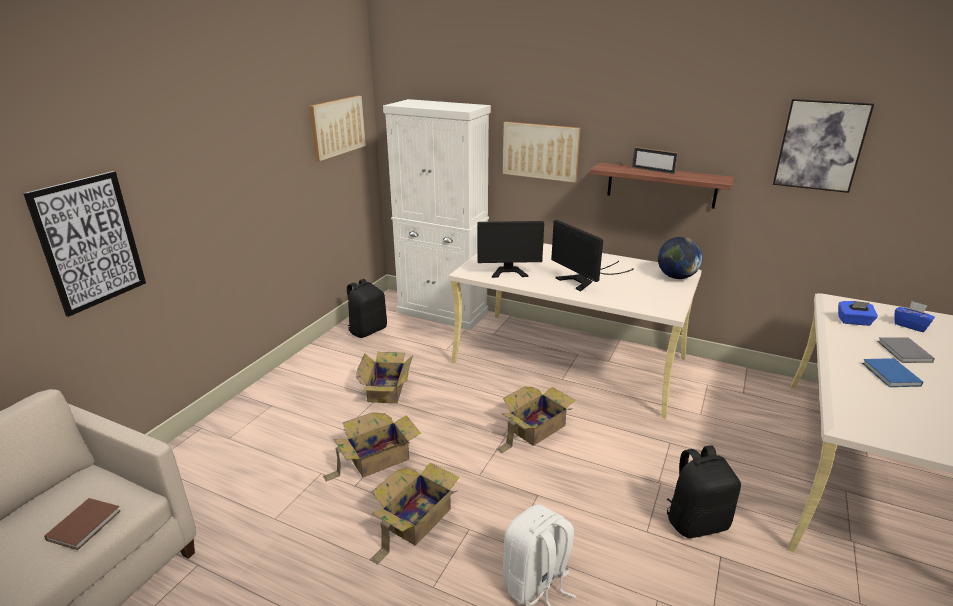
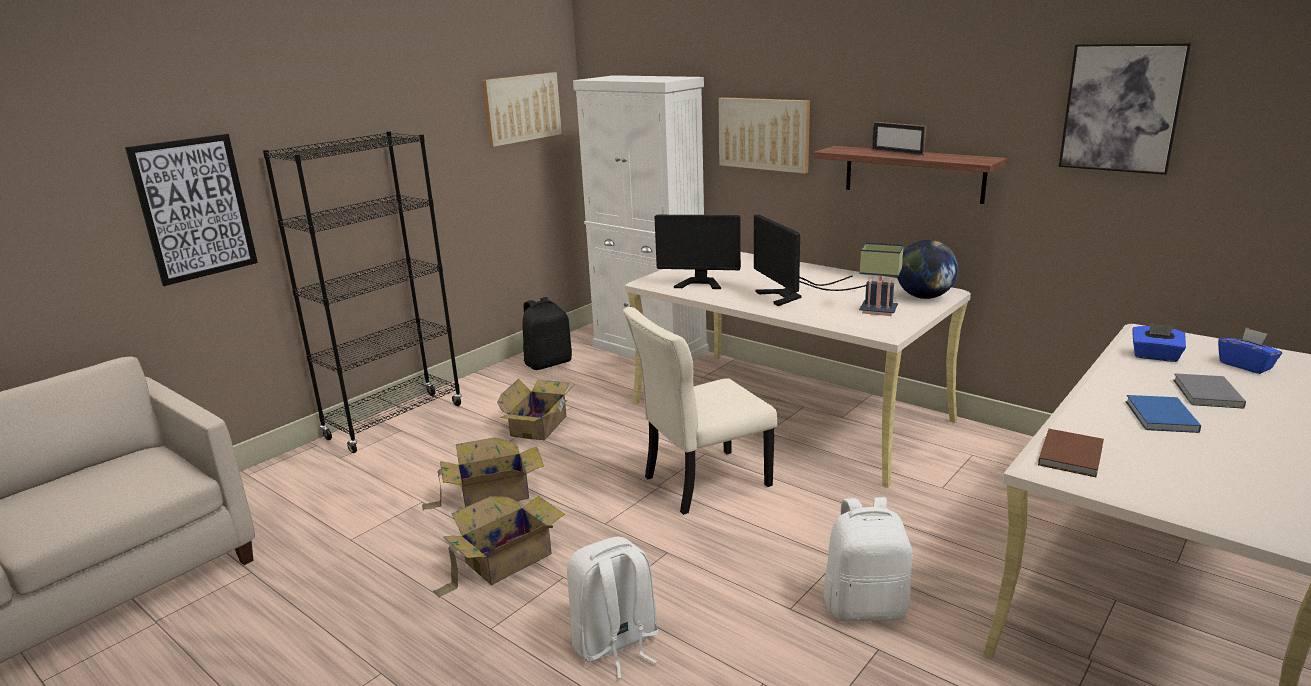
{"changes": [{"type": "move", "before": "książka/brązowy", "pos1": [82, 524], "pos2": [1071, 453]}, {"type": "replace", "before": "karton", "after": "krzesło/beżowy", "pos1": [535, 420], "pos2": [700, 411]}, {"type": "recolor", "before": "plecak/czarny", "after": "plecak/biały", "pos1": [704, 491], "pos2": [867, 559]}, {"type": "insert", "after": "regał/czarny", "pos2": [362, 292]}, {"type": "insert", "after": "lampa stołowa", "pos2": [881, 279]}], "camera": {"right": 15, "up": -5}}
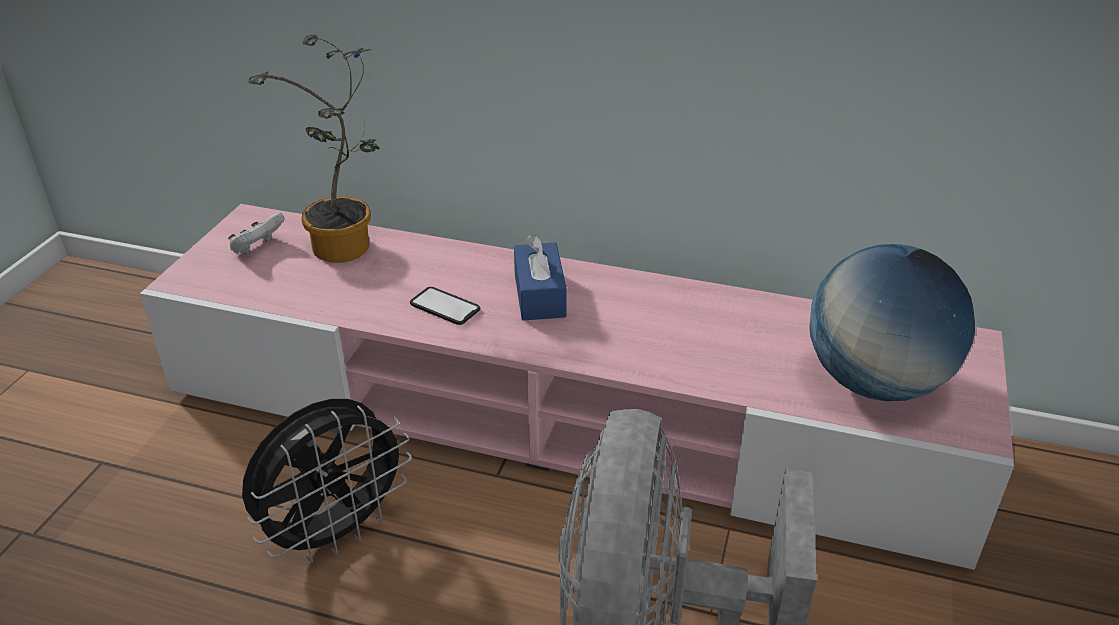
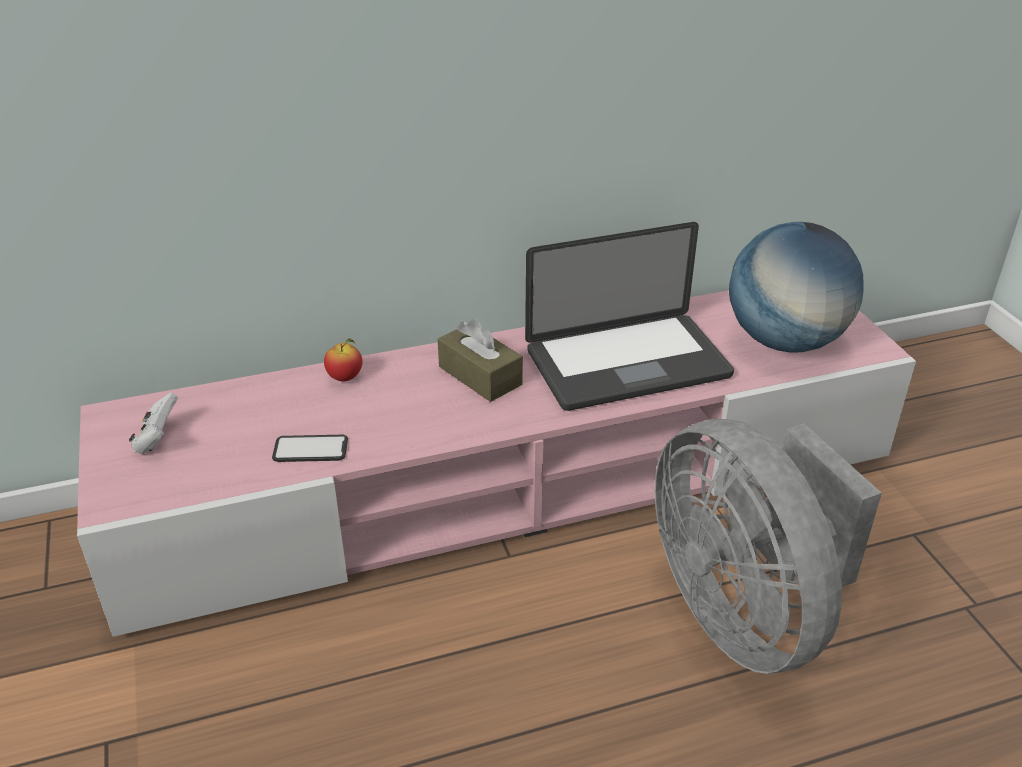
{"changes": [{"type": "delete", "before": "wentylator/czarny", "pos1": [327, 480]}, {"type": "delete", "before": "roślina doniczkowa", "pos1": [314, 149]}, {"type": "move", "before": "telefon", "pos1": [445, 306], "pos2": [310, 448]}, {"type": "recolor", "before": "pudełko chusteczek/niebieski", "after": "pudełko chusteczek/brązowy", "pos1": [540, 278], "pos2": [480, 360]}, {"type": "insert", "after": "jabłko", "pos2": [343, 360]}, {"type": "insert", "after": "laptop", "pos2": [629, 316]}], "camera": {"right": -35, "up": 0}}
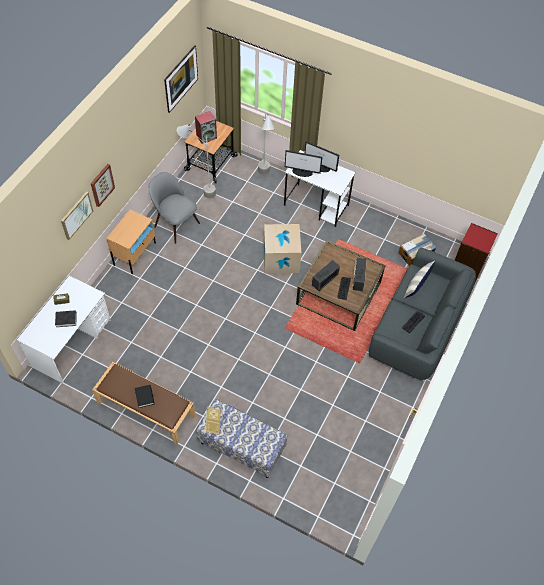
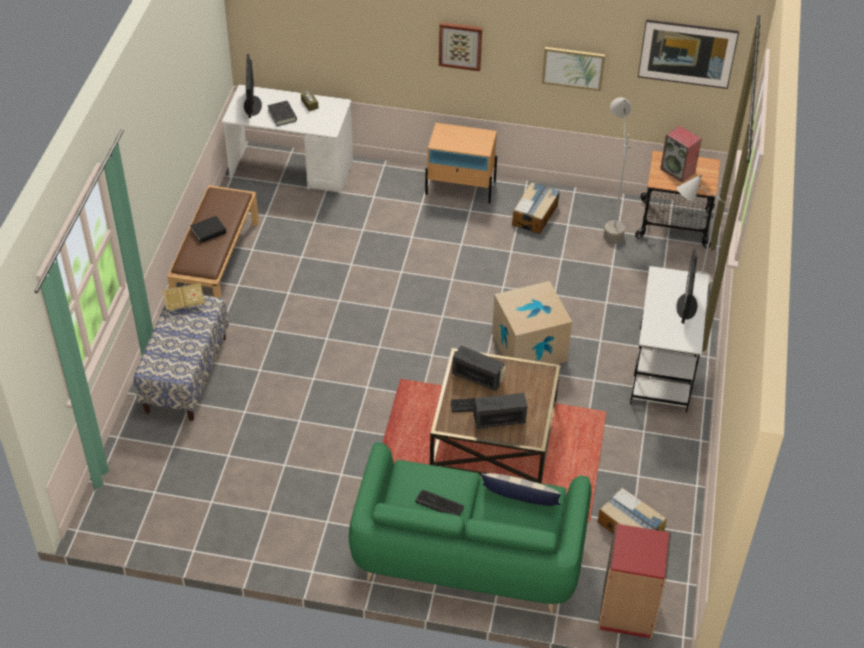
{"changes": [{"type": "move", "before": "obraz", "pos1": [77, 215], "pos2": [573, 69]}, {"type": "replace", "before": "krzesło/szary", "after": "karton", "pos1": [174, 208], "pos2": [536, 208]}, {"type": "move", "before": "monitor", "pos1": [303, 163], "pos2": [253, 86]}, {"type": "recolor", "before": "kanapa/szary", "after": "kanapa/zielony", "pos1": [422, 314], "pos2": [470, 527]}], "camera": {"right": 75, "up": -10}}
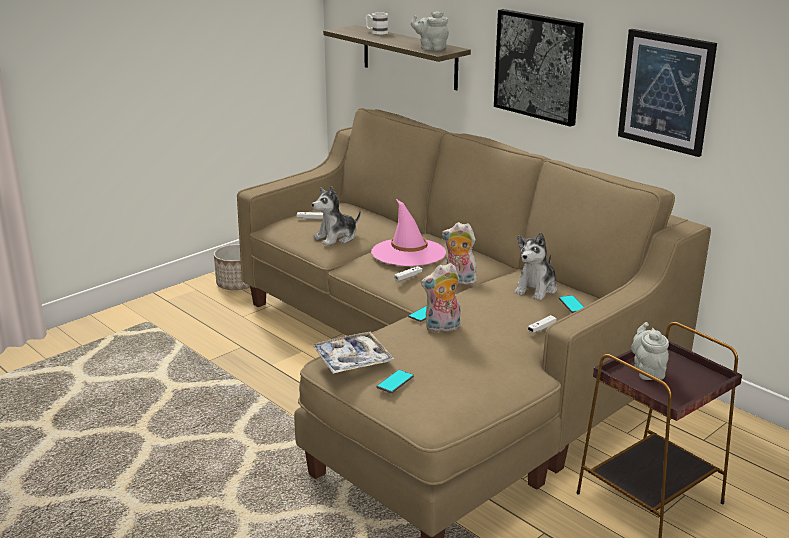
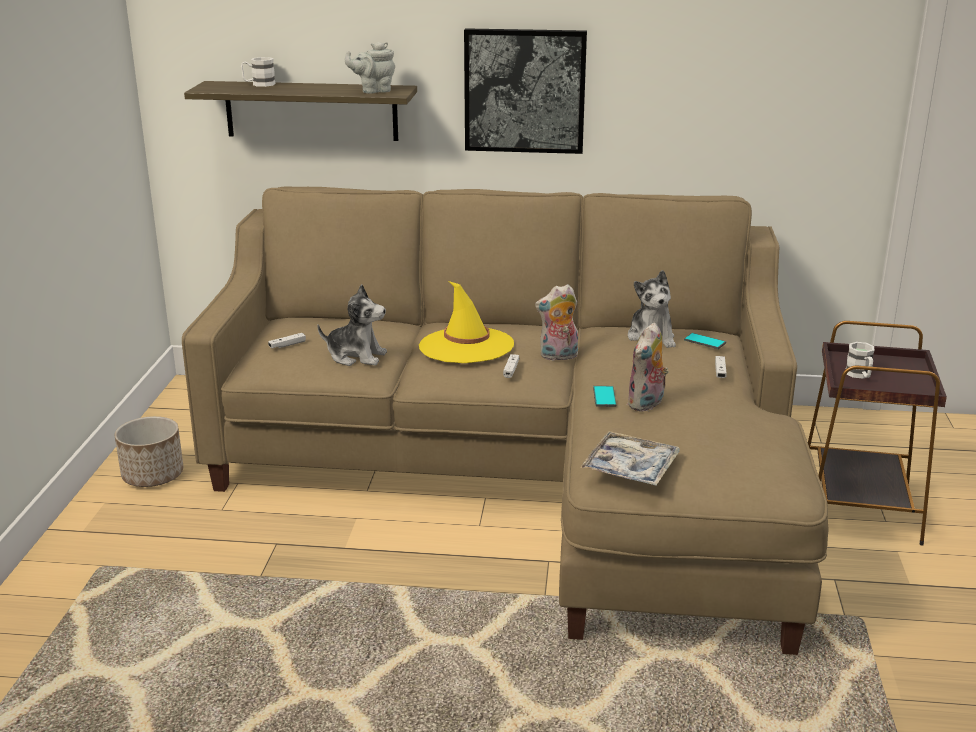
{"changes": [{"type": "rotate", "before": "pluszak", "pos1": [336, 216], "pos2": [352, 325], "turn": -90}, {"type": "recolor", "before": "kapelusz/różowy", "after": "kapelusz/żółty", "pos1": [408, 232], "pos2": [466, 322]}, {"type": "delete", "before": "telefon", "pos1": [395, 381]}, {"type": "delete", "before": "obraz", "pos1": [667, 93]}, {"type": "replace", "before": "imbryk/szary", "after": "kubek/biały", "pos1": [650, 351], "pos2": [860, 360]}], "camera": {"right": -40, "up": 0}}
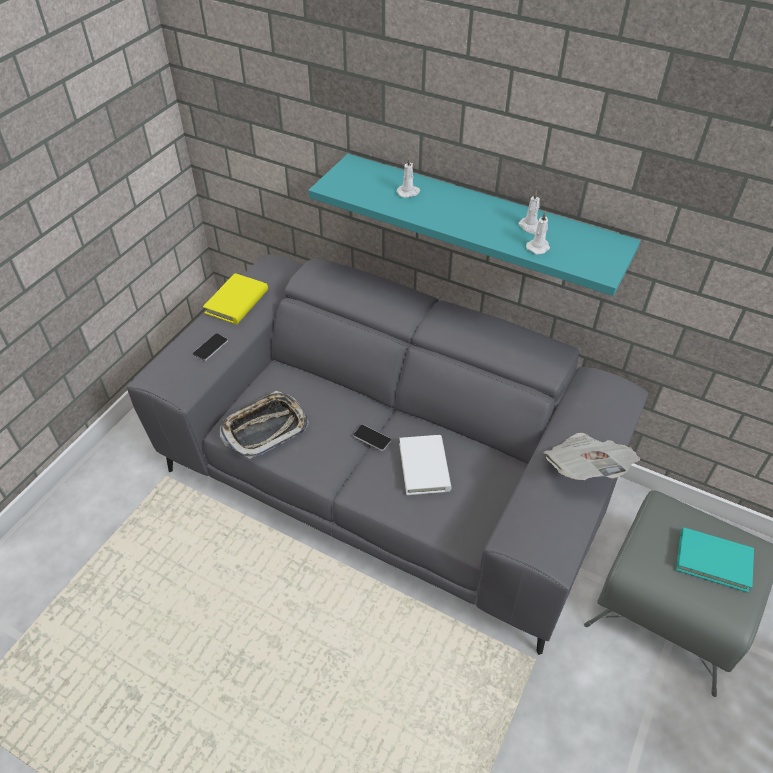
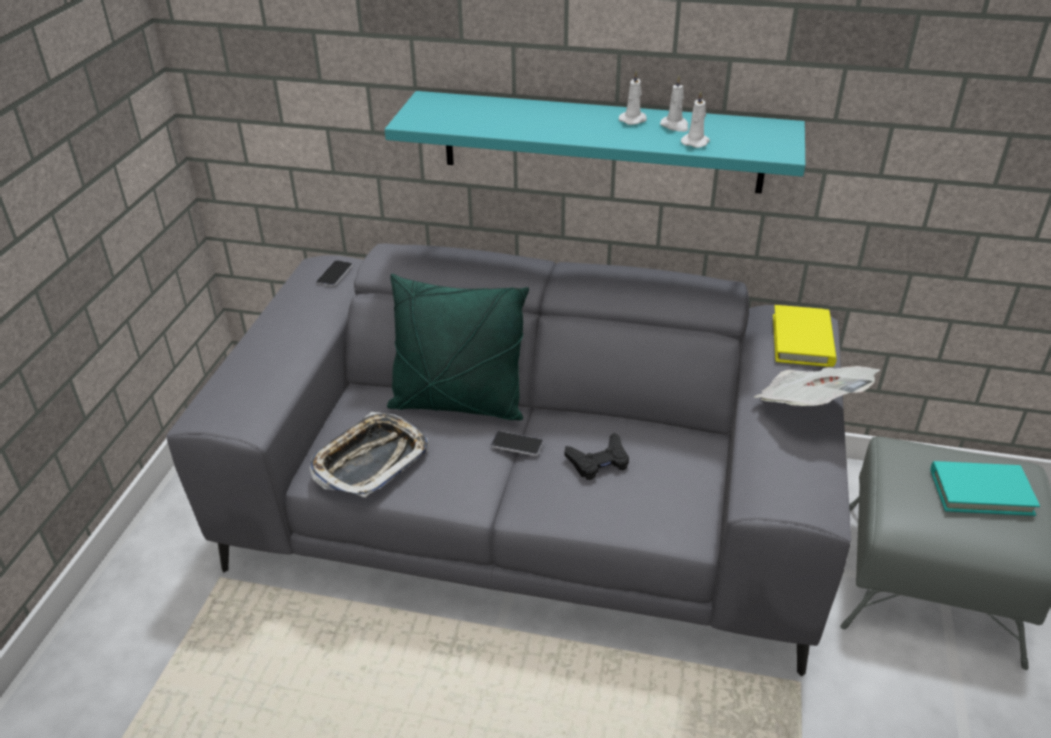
{"changes": [{"type": "move", "before": "telefon", "pos1": [210, 347], "pos2": [334, 273]}, {"type": "move", "before": "książka/żółty", "pos1": [235, 299], "pos2": [805, 336]}, {"type": "move", "before": "świeca/biały", "pos1": [408, 178], "pos2": [633, 98]}, {"type": "replace", "before": "książka/biały", "after": "pad do gier/czarny", "pos1": [425, 465], "pos2": [596, 456]}, {"type": "insert", "after": "poduszka/zielony", "pos2": [458, 347]}], "camera": {"right": -15, "up": -10}}
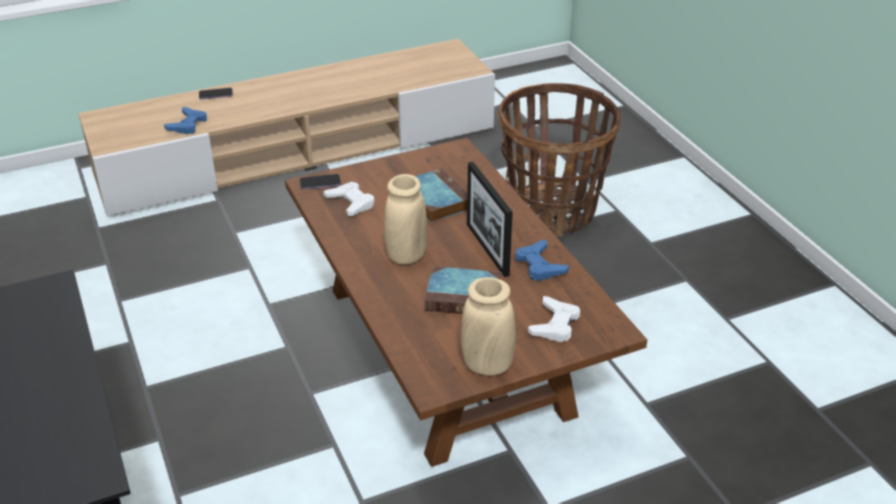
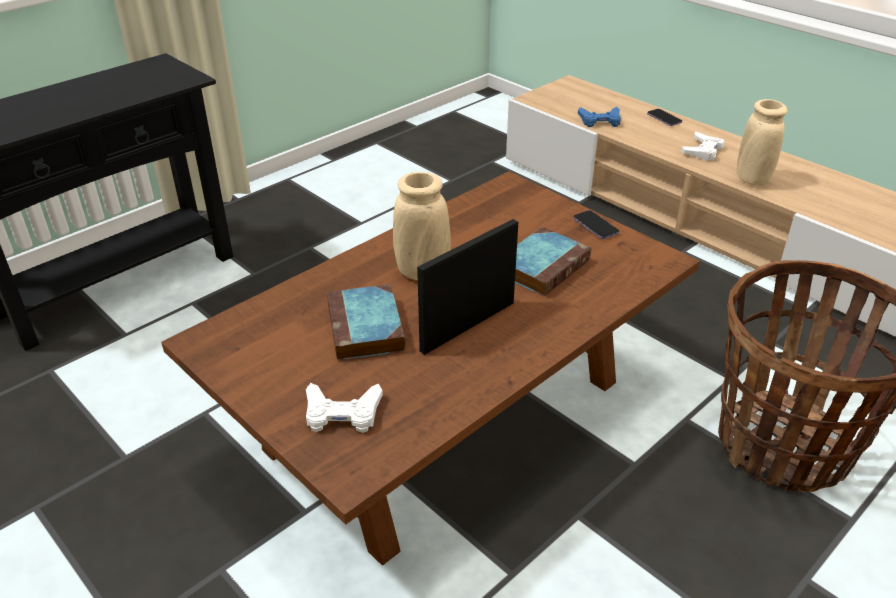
{"changes": [{"type": "move", "before": "telefon", "pos1": [320, 182], "pos2": [596, 224]}, {"type": "move", "before": "pad do gier/biały", "pos1": [348, 199], "pos2": [703, 146]}, {"type": "move", "before": "wazon/beżowy", "pos1": [488, 326], "pos2": [762, 142]}, {"type": "delete", "before": "pad do gier/niebieski", "pos1": [542, 260]}], "camera": {"right": 70, "up": 0}}
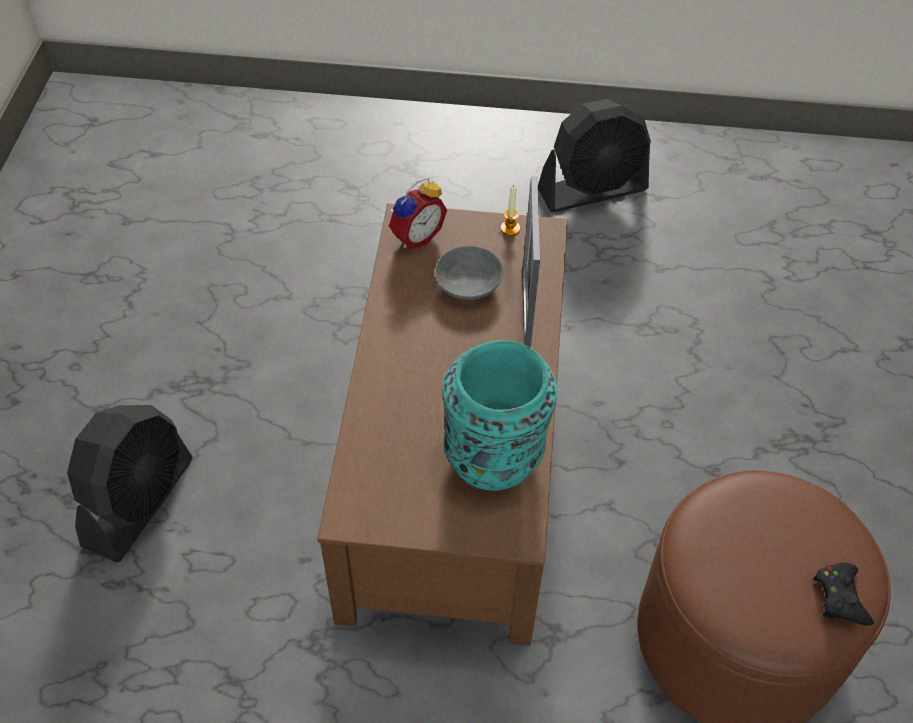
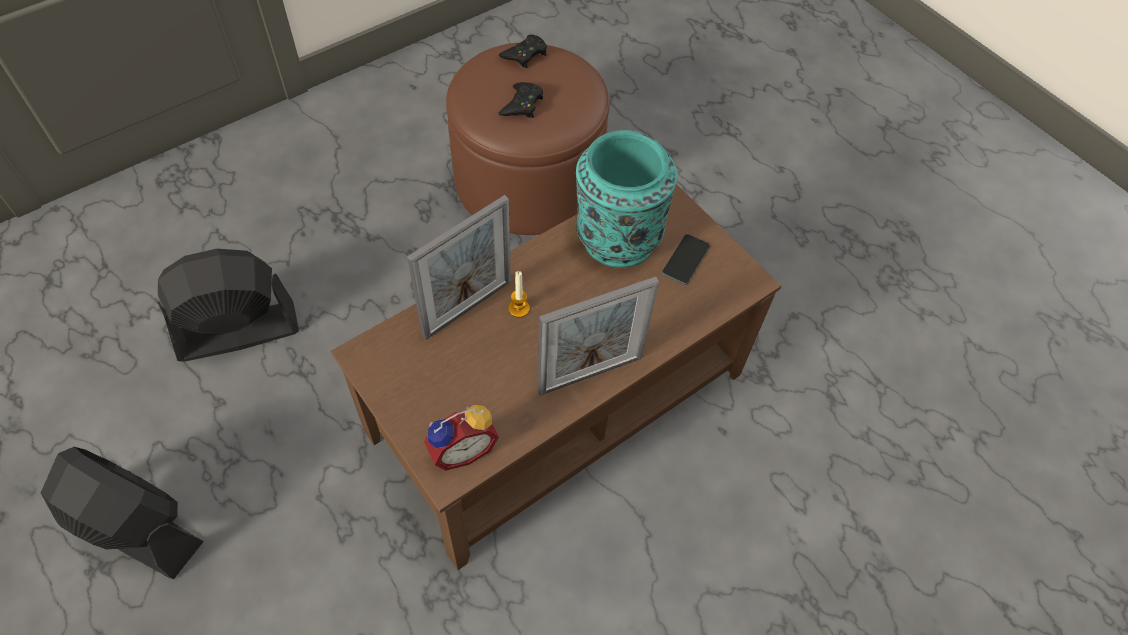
{"changes": [{"type": "move", "before": "wentylator/czarny", "pos1": [129, 484], "pos2": [228, 305]}, {"type": "rotate", "before": "budzik", "pos1": [418, 213], "pos2": [461, 437], "turn": 150}, {"type": "delete", "before": "miska/szary", "pos1": [469, 273]}, {"type": "move", "before": "świeca", "pos1": [510, 210], "pos2": [519, 294]}, {"type": "insert", "after": "pad do gier/czarny", "pos2": [521, 100]}, {"type": "insert", "after": "ramka na zdjęcie", "pos2": [598, 336]}, {"type": "insert", "after": "telefon", "pos2": [686, 259]}], "camera": {"right": -135, "up": 5}}
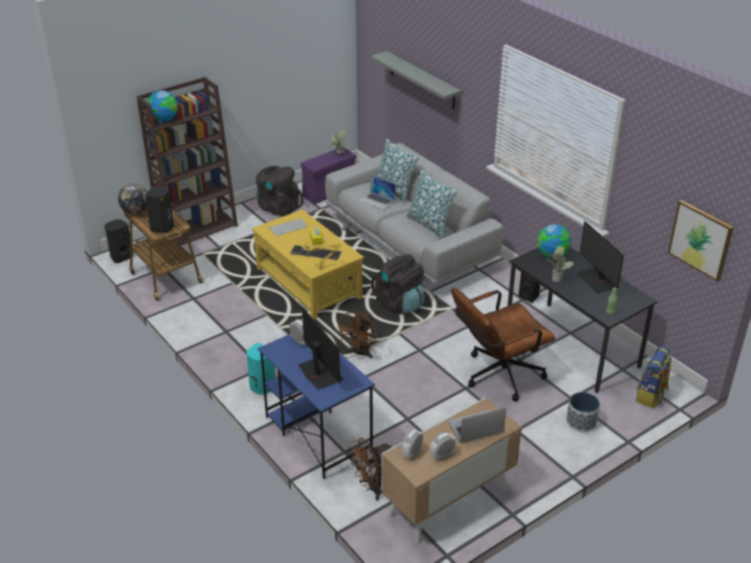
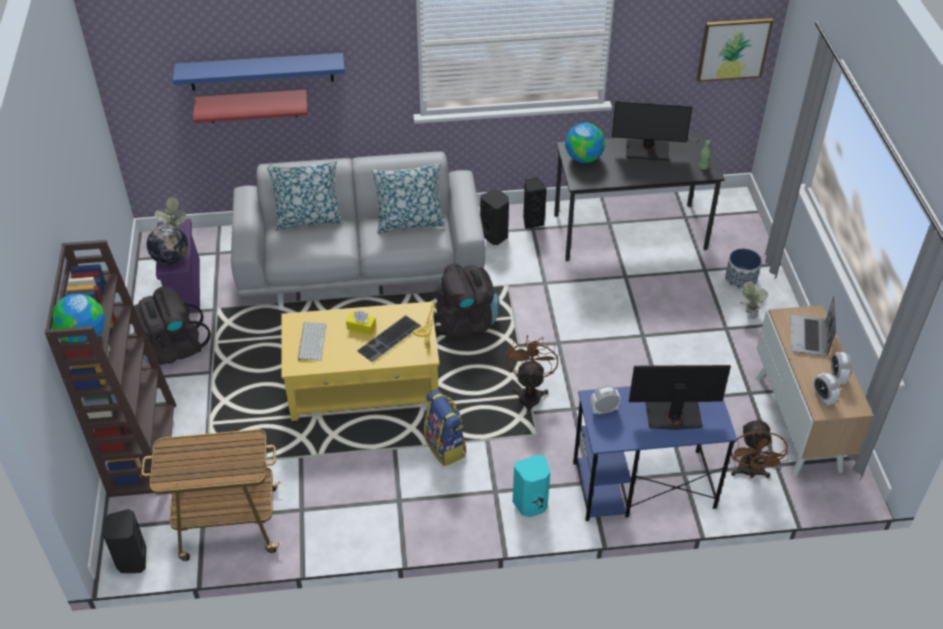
{"changes": [{"type": "move", "before": "globus", "pos1": [133, 198], "pos2": [167, 244]}, {"type": "move", "before": "głośnik/czarny", "pos1": [159, 209], "pos2": [494, 217]}, {"type": "rotate", "before": "wentylator/brązowy", "pos1": [356, 334], "pos2": [532, 375], "turn": -135}, {"type": "delete", "before": "laptop", "pos1": [377, 193]}, {"type": "recolor", "before": "półka/szary", "after": "półka/niebieski", "pos1": [416, 80], "pos2": [259, 72]}, {"type": "delete", "before": "krzesło biurowe/brązowy", "pos1": [503, 344]}, {"type": "move", "before": "roślina doniczkowa", "pos1": [559, 264], "pos2": [753, 300]}, {"type": "move", "before": "plecak", "pos1": [654, 377], "pos2": [445, 428]}, {"type": "insert", "after": "półka/czerwony", "pos2": [250, 106]}], "camera": {"right": -60, "up": 10}}
